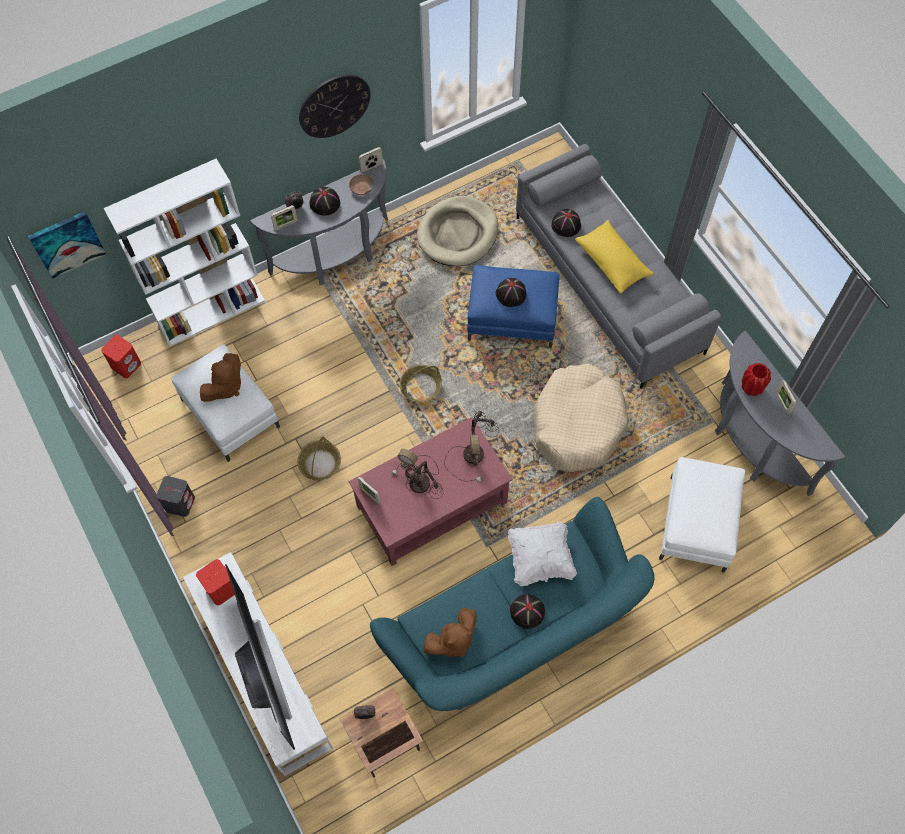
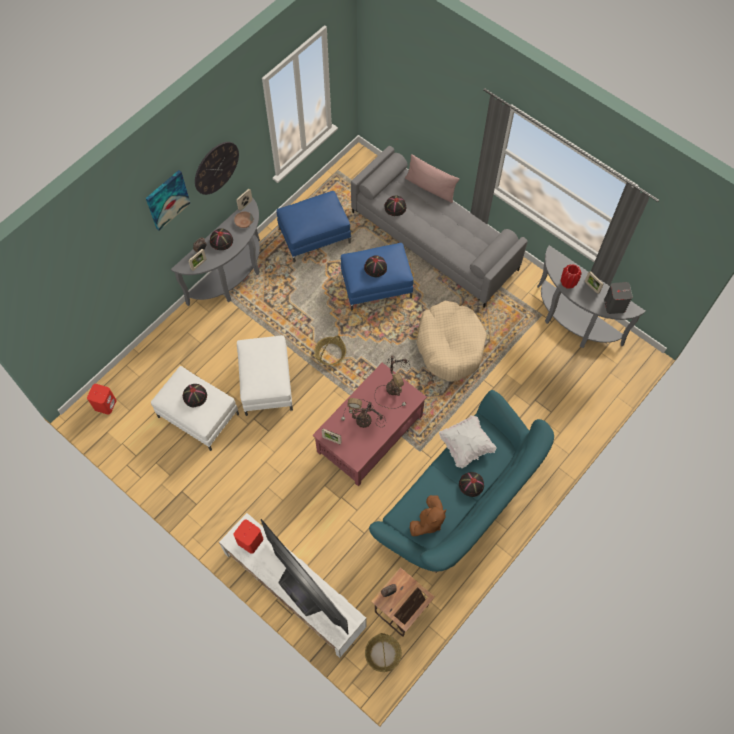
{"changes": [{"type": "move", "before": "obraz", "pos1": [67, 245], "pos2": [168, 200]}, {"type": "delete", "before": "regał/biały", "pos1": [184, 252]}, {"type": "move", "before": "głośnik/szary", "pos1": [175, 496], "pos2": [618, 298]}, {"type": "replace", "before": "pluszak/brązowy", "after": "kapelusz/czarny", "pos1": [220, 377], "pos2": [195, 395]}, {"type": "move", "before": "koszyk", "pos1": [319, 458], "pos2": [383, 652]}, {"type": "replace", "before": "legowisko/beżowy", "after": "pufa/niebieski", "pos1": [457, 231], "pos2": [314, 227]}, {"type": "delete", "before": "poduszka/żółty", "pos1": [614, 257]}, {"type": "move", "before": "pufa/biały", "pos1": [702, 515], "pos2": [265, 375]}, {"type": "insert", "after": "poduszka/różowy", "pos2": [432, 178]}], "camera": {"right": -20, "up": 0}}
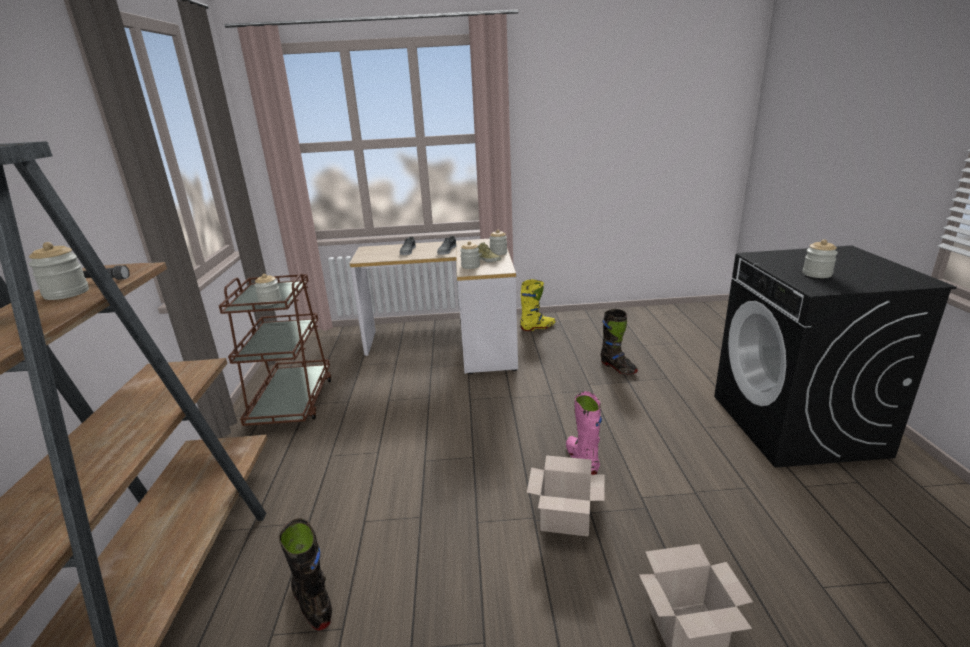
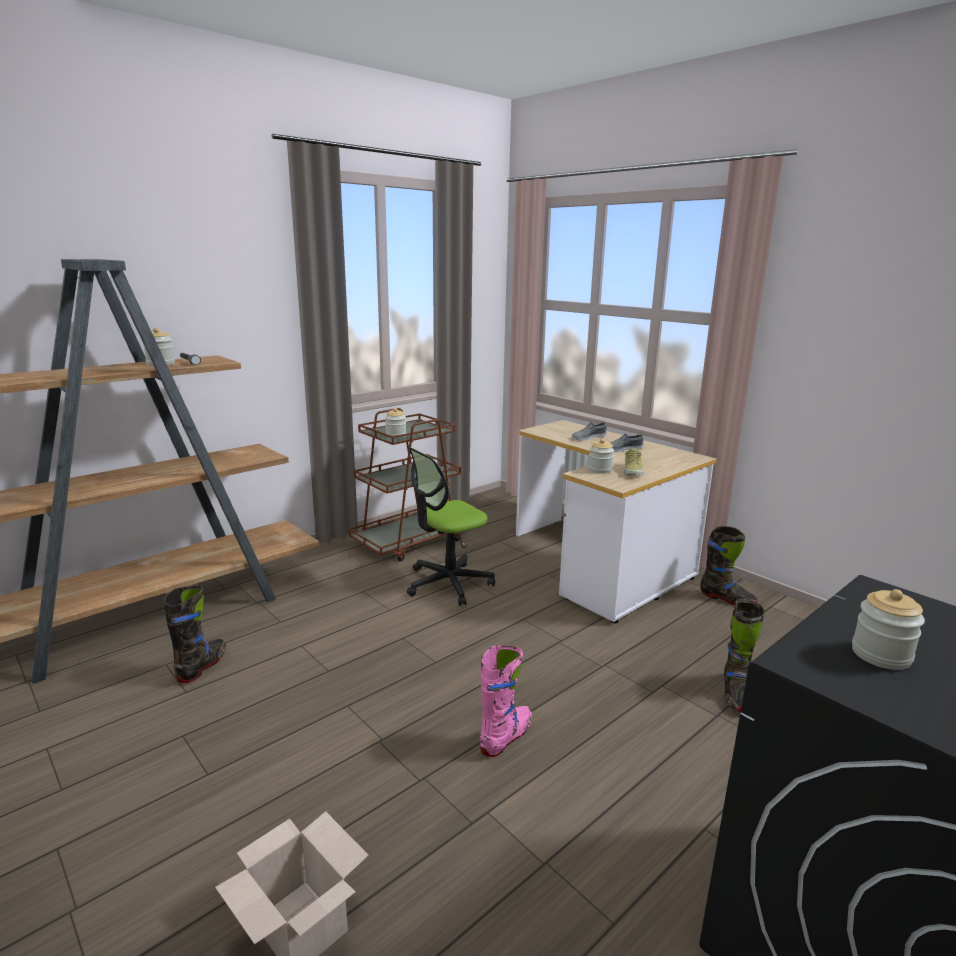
{"changes": [{"type": "delete", "before": "słoik", "pos1": [498, 242]}, {"type": "recolor", "before": "but z cholewką/żółty", "after": "but z cholewką/czarny", "pos1": [537, 305], "pos2": [729, 565]}, {"type": "delete", "before": "karton", "pos1": [566, 496]}, {"type": "insert", "after": "krzesło biurowe", "pos2": [451, 526]}], "camera": {"right": 50, "up": -5}}
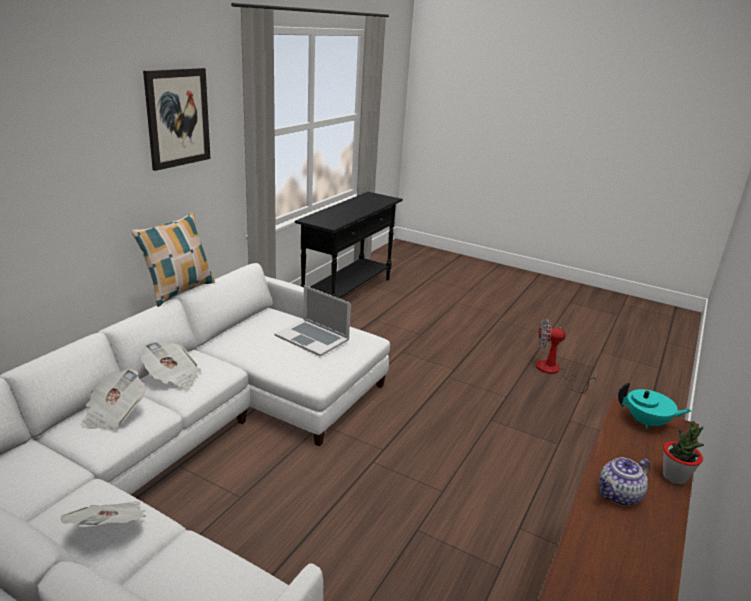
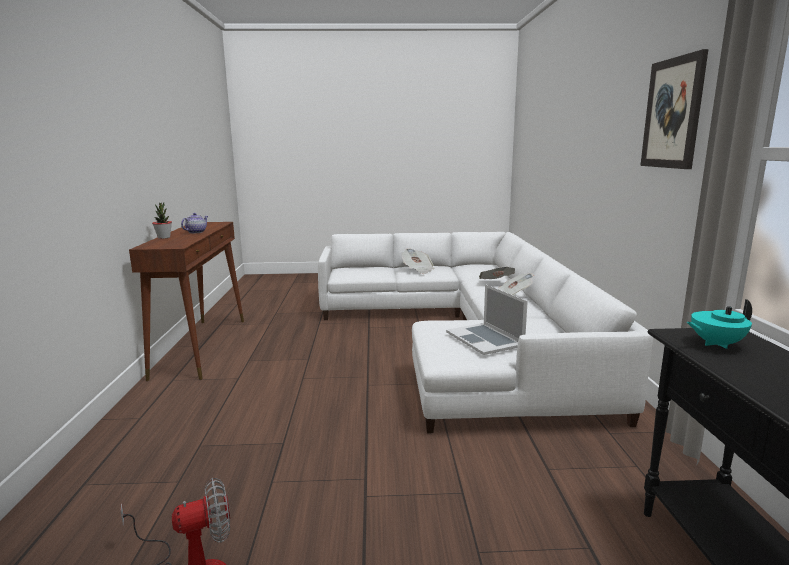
{"changes": [{"type": "delete", "before": "poduszka", "pos1": [173, 260]}, {"type": "rotate", "before": "laptop", "pos1": [313, 321], "pos2": [487, 319], "turn": -120}, {"type": "move", "before": "imbryk/turkusowy", "pos1": [655, 405], "pos2": [719, 324]}], "camera": {"right": 150, "up": -10}}
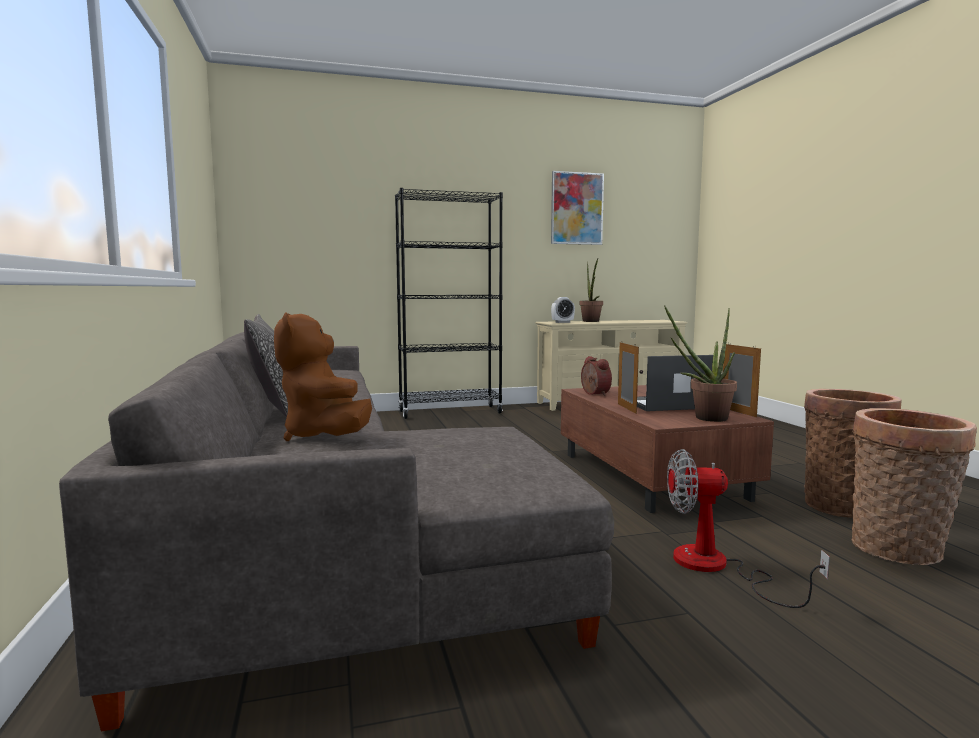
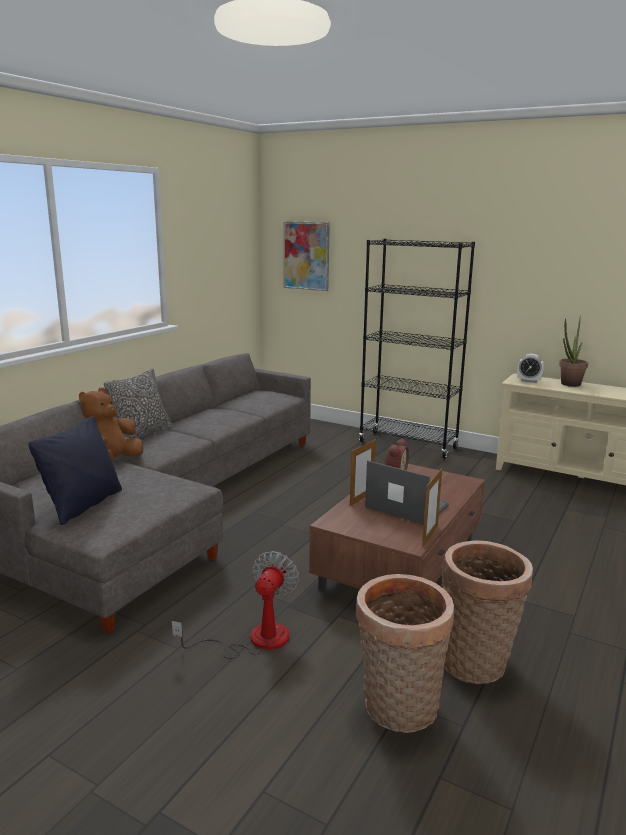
{"changes": [{"type": "move", "before": "obraz", "pos1": [577, 208], "pos2": [306, 256]}, {"type": "delete", "before": "roślina doniczkowa", "pos1": [700, 363]}, {"type": "rotate", "before": "wentylator", "pos1": [748, 528], "pos2": [235, 605], "turn": 60}, {"type": "insert", "after": "poduszka/czarny", "pos2": [75, 470]}], "camera": {"right": 45, "up": 10}}
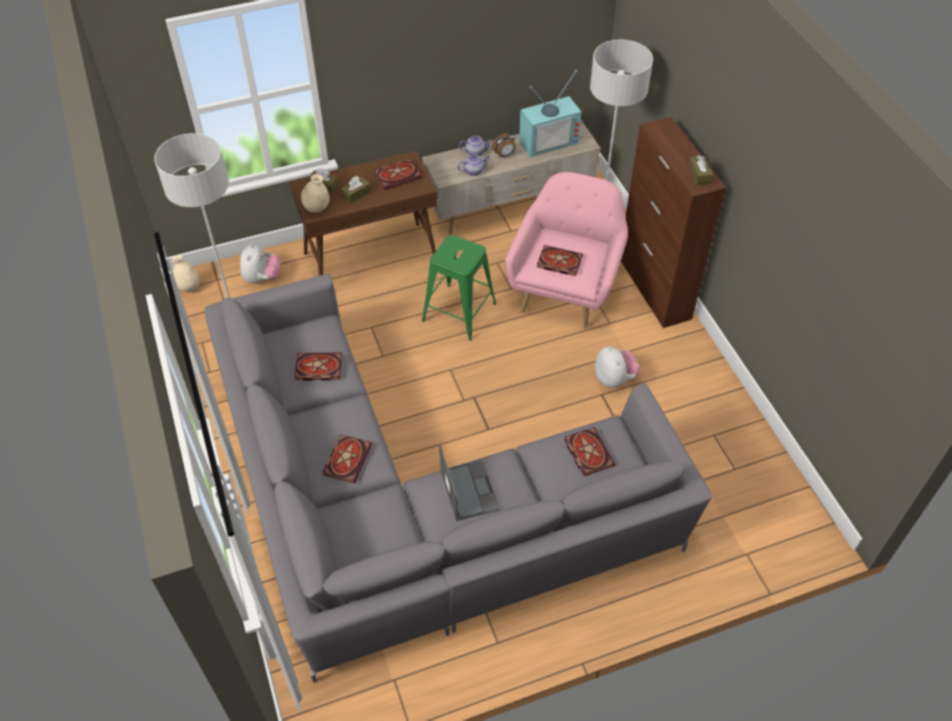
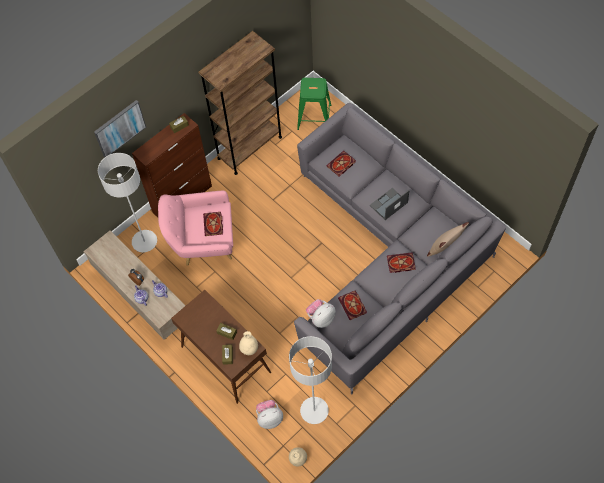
{"changes": [{"type": "delete", "before": "książka", "pos1": [398, 174]}, {"type": "move", "before": "stołek/zielony", "pos1": [459, 287], "pos2": [314, 104]}, {"type": "delete", "before": "telewizor", "pos1": [550, 113]}, {"type": "move", "before": "pluszak", "pos1": [617, 367], "pos2": [321, 313]}, {"type": "insert", "after": "obraz", "pos2": [120, 128]}, {"type": "insert", "after": "regał/brązowy", "pos2": [240, 103]}, {"type": "insert", "after": "poduszka/beżowy", "pos2": [448, 239]}], "camera": {"right": -110, "up": 10}}
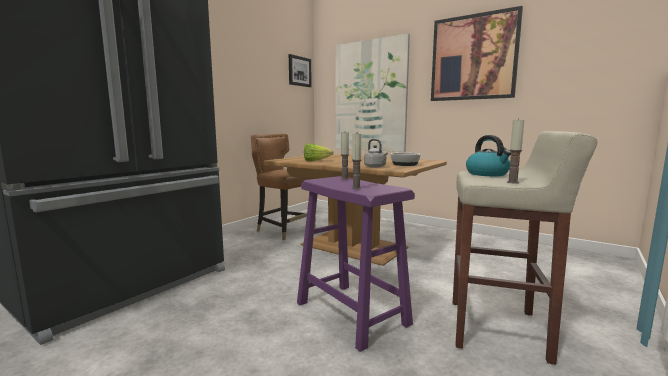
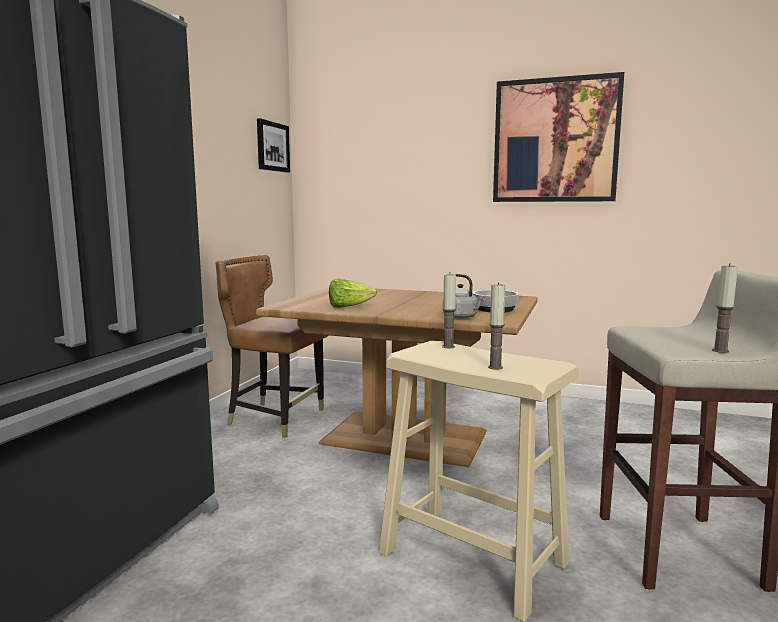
{"changes": [{"type": "recolor", "before": "stołek/fioletowy", "after": "stołek/beżowy", "pos1": [356, 264], "pos2": [479, 481]}, {"type": "delete", "before": "obraz", "pos1": [372, 92]}, {"type": "delete", "before": "czajnik", "pos1": [488, 155]}], "camera": {"right": -15, "up": 0}}
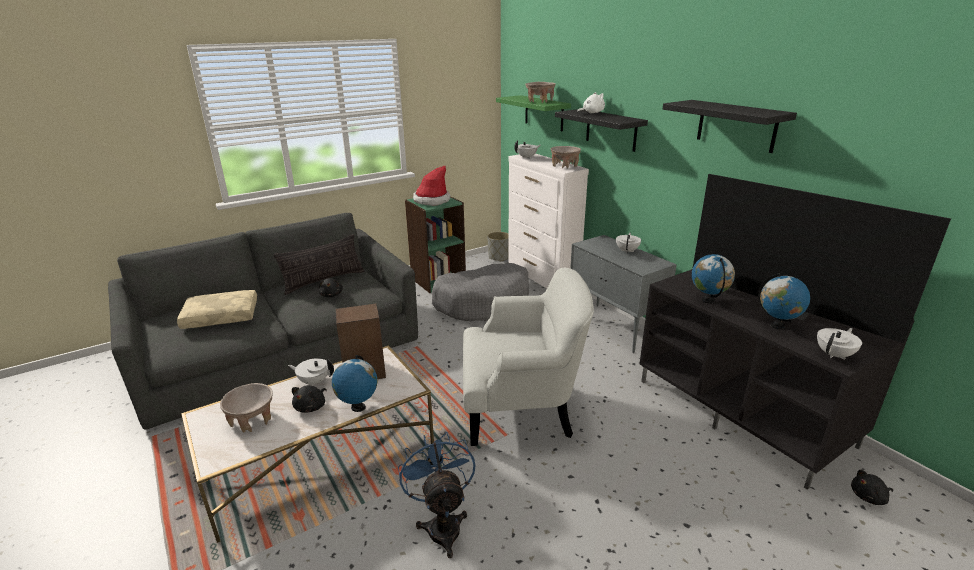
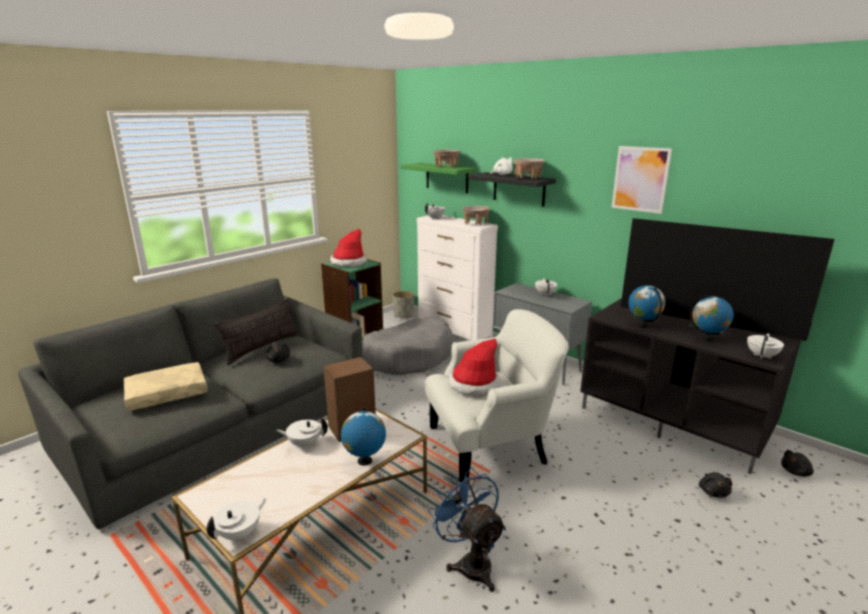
{"changes": [{"type": "move", "before": "miska/beżowy", "pos1": [246, 408], "pos2": [529, 168]}, {"type": "move", "before": "pluszak/czarny", "pos1": [309, 399], "pos2": [715, 485]}, {"type": "replace", "before": "półka/czarny", "after": "obraz", "pos1": [730, 126], "pos2": [641, 180]}, {"type": "insert", "after": "imbryk/biały", "pos2": [236, 519]}, {"type": "insert", "after": "kapelusz", "pos2": [474, 368]}], "camera": {"right": -15, "up": -5}}
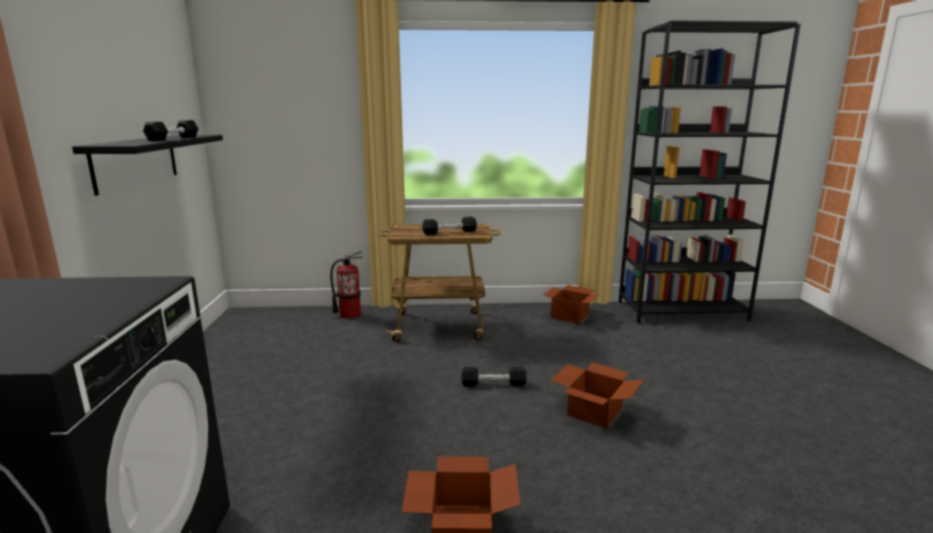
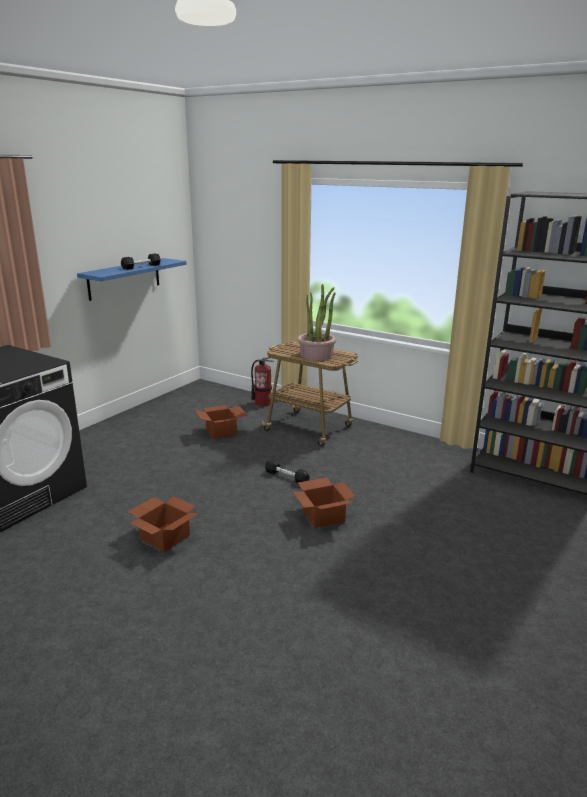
{"changes": [{"type": "recolor", "before": "półka/czarny", "after": "półka/niebieski", "pos1": [147, 165], "pos2": [131, 279]}, {"type": "replace", "before": "hantel/czarny", "after": "roślina doniczkowa", "pos1": [449, 226], "pos2": [316, 322]}, {"type": "move", "before": "karton", "pos1": [571, 304], "pos2": [221, 422]}], "camera": {"right": 35, "up": 5}}
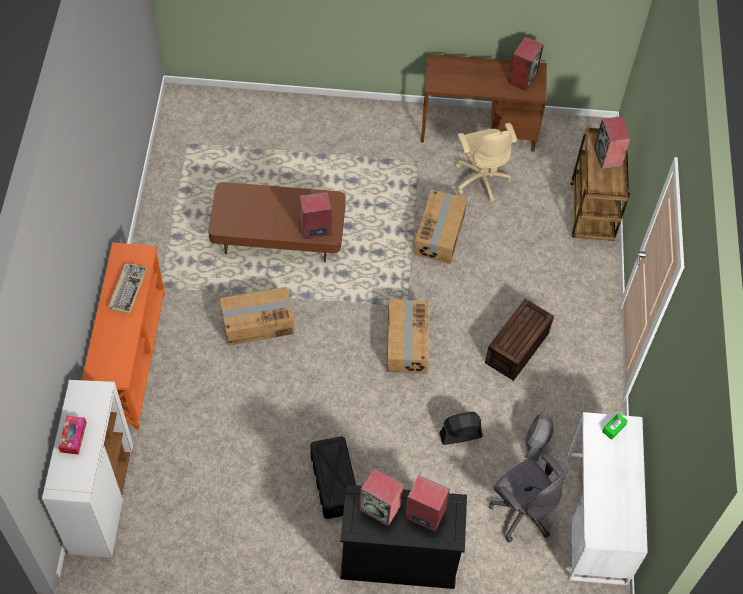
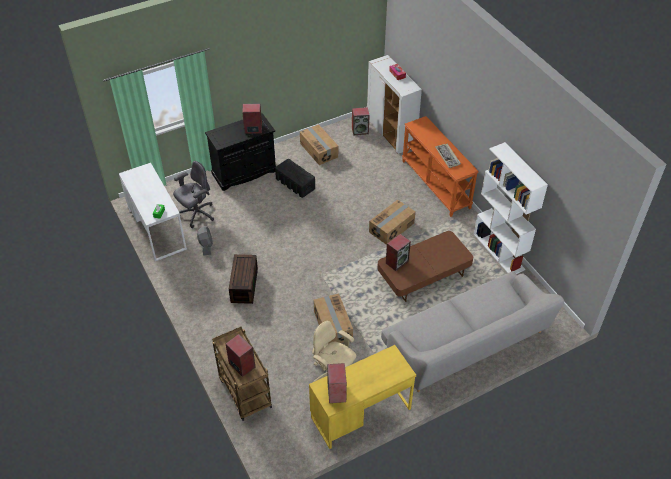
{"changes": [{"type": "move", "before": "karton", "pos1": [408, 337], "pos2": [319, 144]}, {"type": "move", "before": "głośnik", "pos1": [427, 503], "pos2": [361, 121]}, {"type": "recolor", "before": "biurko/brązowy", "after": "biurko/żółty", "pos1": [484, 103], "pos2": [362, 397]}, {"type": "delete", "before": "wentylator/czarny", "pos1": [461, 428]}, {"type": "rotate", "before": "krzesło biurowe/szary", "pos1": [527, 497], "pos2": [193, 194], "turn": 120}, {"type": "insert", "after": "kanapa/szary", "pos2": [472, 331]}, {"type": "insert", "after": "regał/biały", "pos2": [511, 208]}], "camera": {"right": 150, "up": -10}}
